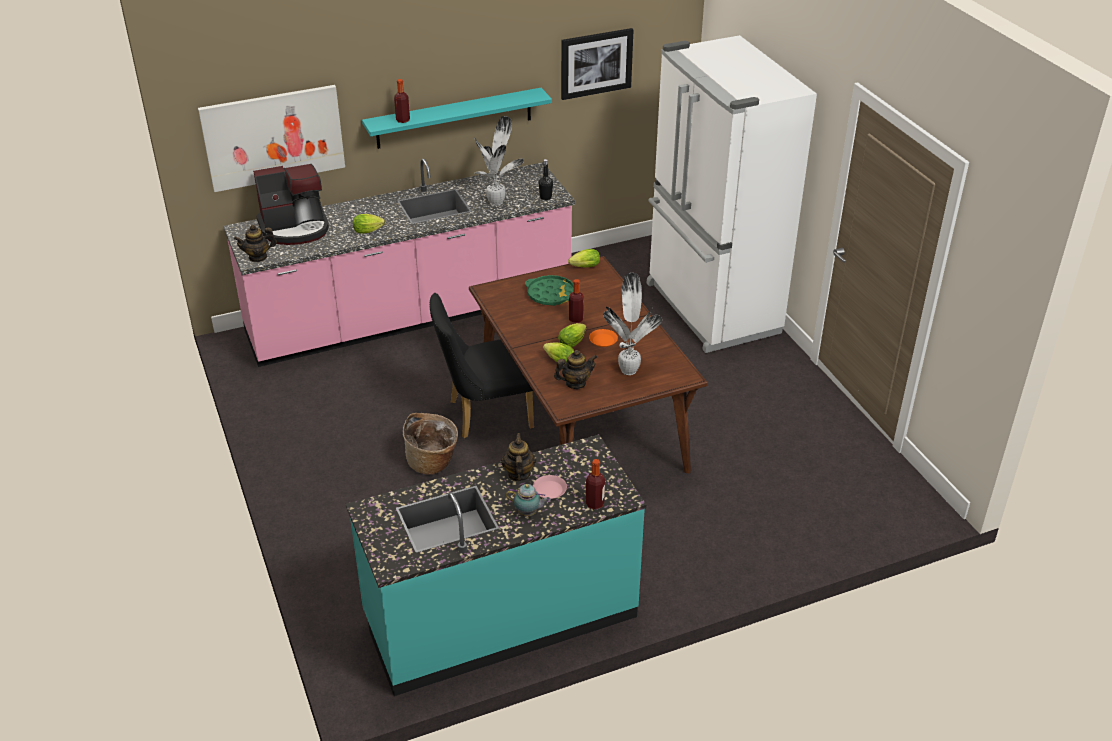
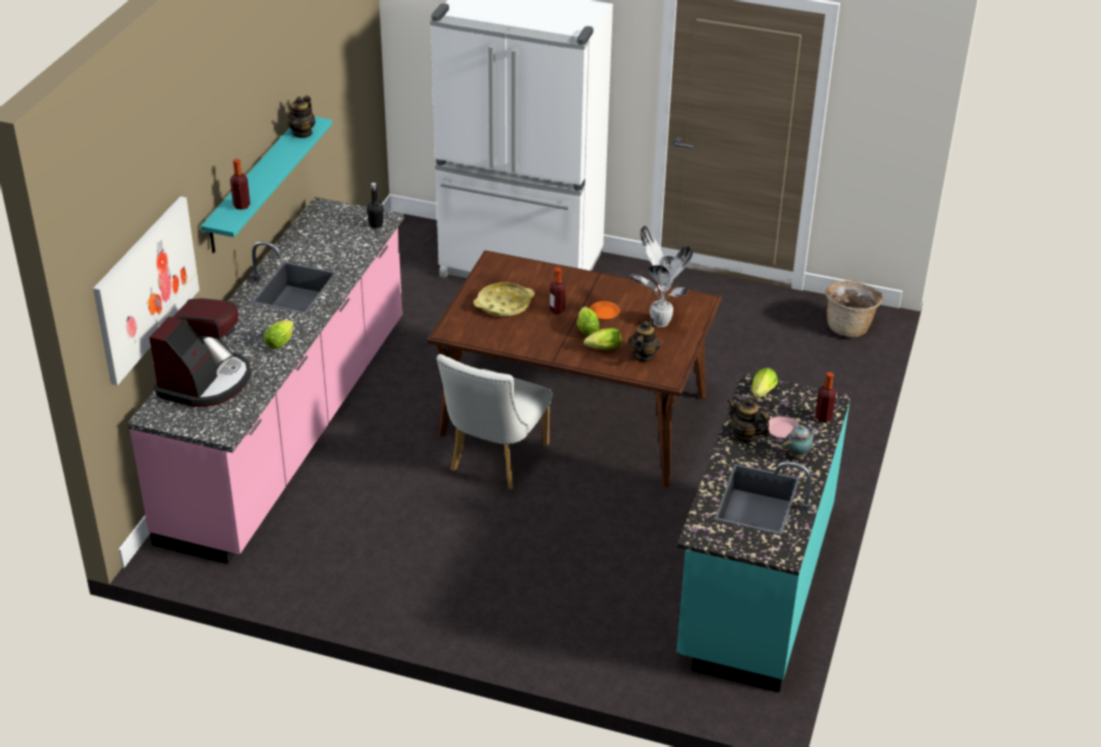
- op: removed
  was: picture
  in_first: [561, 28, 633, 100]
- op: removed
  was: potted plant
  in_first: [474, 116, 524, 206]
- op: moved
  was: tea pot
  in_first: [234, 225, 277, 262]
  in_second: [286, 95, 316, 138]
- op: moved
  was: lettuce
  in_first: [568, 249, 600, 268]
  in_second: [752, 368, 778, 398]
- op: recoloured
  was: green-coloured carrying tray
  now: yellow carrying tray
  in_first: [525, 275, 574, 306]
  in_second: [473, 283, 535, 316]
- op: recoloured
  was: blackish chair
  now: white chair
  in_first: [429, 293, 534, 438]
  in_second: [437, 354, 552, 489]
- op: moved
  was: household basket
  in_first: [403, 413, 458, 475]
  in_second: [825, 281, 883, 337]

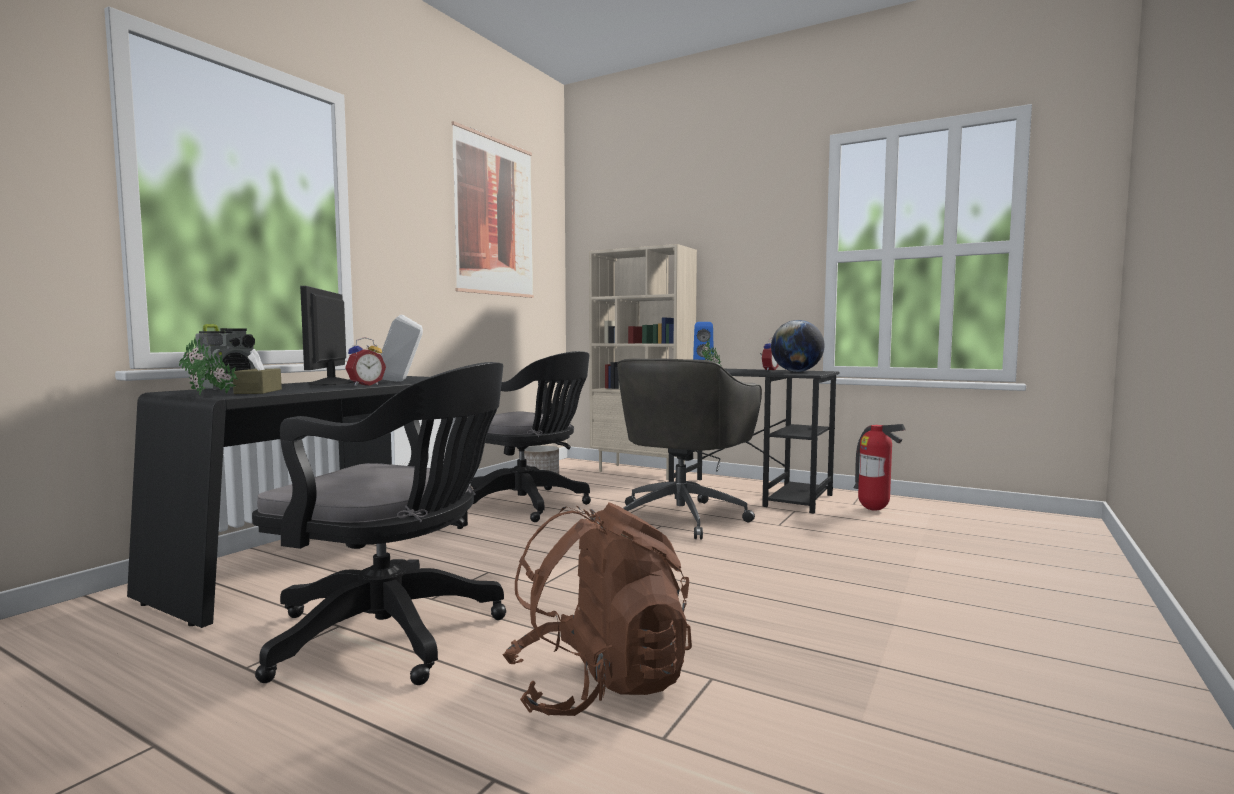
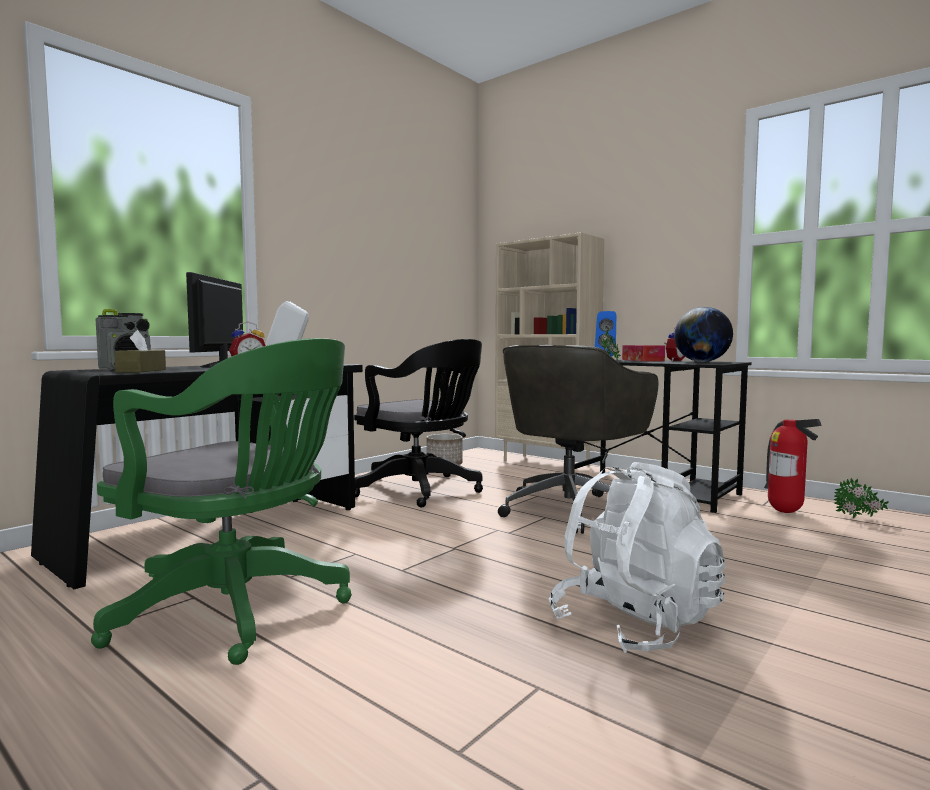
- op: removed
  was: picture
  in_first: [452, 121, 534, 298]
- op: moved
  was: potted plant
  in_first: [179, 337, 238, 395]
  in_second: [834, 478, 889, 518]
- op: recoloured
  was: blackish office chair
  now: green-coloured office chair
  in_first: [252, 362, 506, 685]
  in_second: [91, 338, 352, 665]
- op: removed
  was: brown-coloured rucksack
  in_first: [503, 502, 692, 716]
- op: added
  now: tissue holder
  in_second: [622, 345, 665, 361]
- op: added
  now: white rucksack
  in_second: [549, 462, 726, 653]

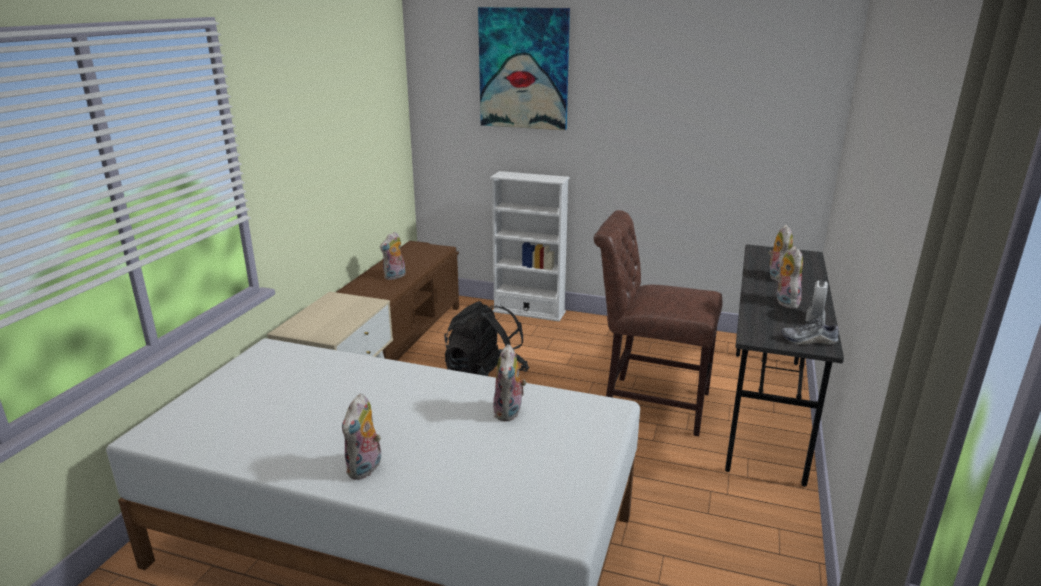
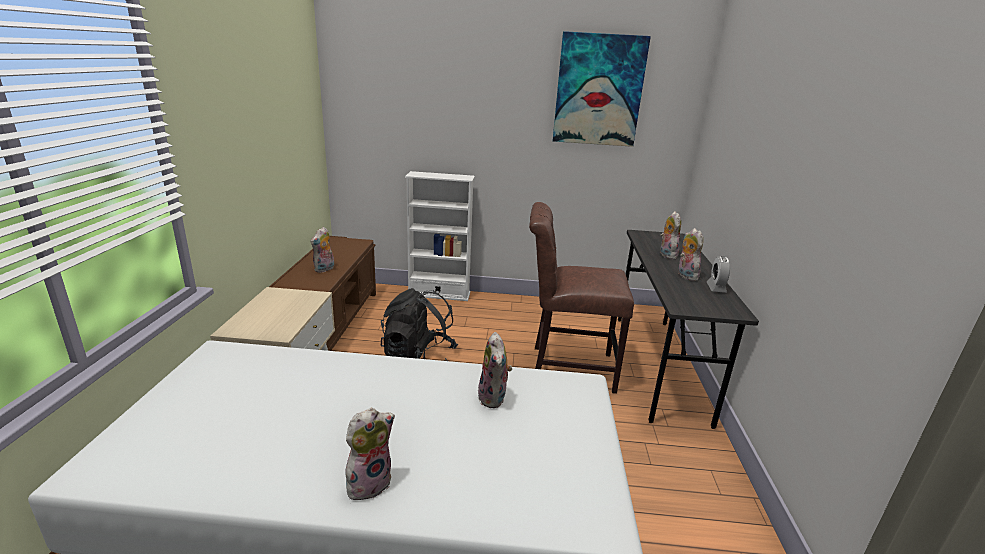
- op: moved
  was: picture
  in_first: [478, 7, 570, 130]
  in_second: [553, 31, 651, 147]
- op: removed
  was: item of footwear
  in_first: [781, 314, 839, 345]
- op: turned
  was: cuddly toy
  in_first: [342, 393, 381, 480]
  in_second: [345, 408, 395, 503]
  clockwise: -135

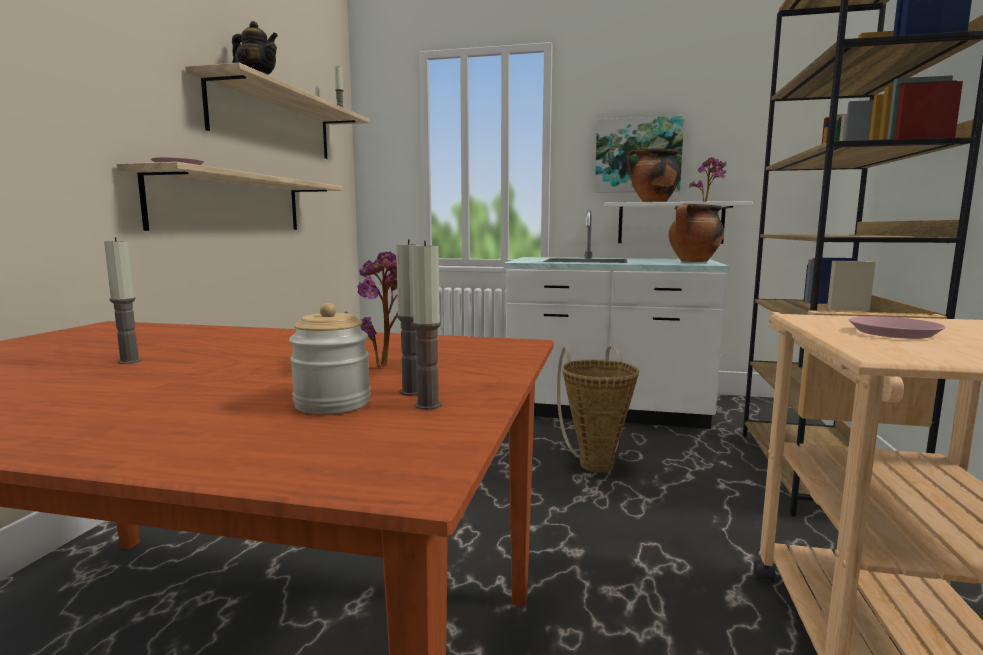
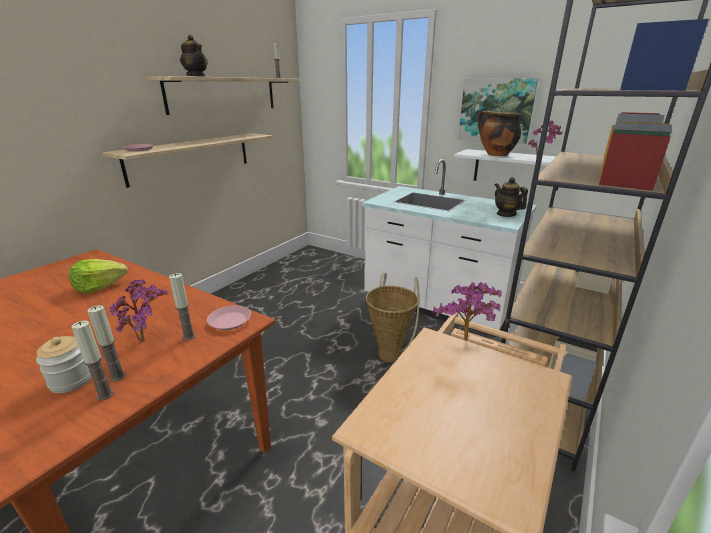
- op: replaced
  was: saucepot
  now: tea pot
  in_first: [669, 204, 724, 262]
  in_second: [495, 177, 528, 217]
- op: moved
  was: candle
  in_first: [104, 237, 142, 364]
  in_second: [169, 273, 195, 340]
- op: moved
  was: pinkish flat dish
  in_first: [849, 316, 946, 339]
  in_second: [207, 305, 251, 330]
- op: added
  now: lettuce
  in_second: [68, 259, 128, 293]
- op: added
  now: potted plant
  in_second: [433, 282, 502, 340]

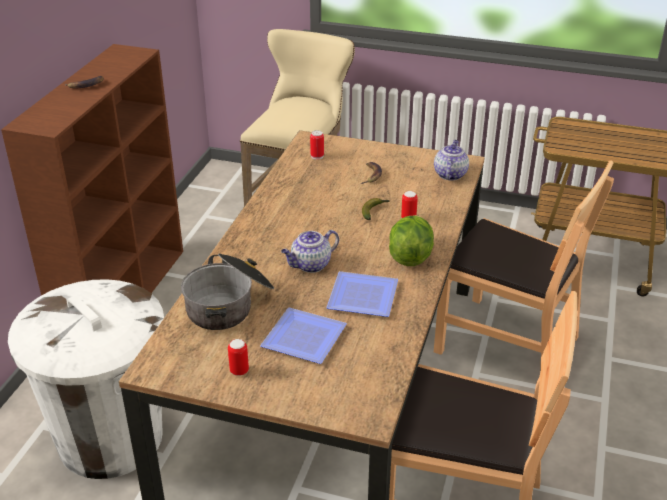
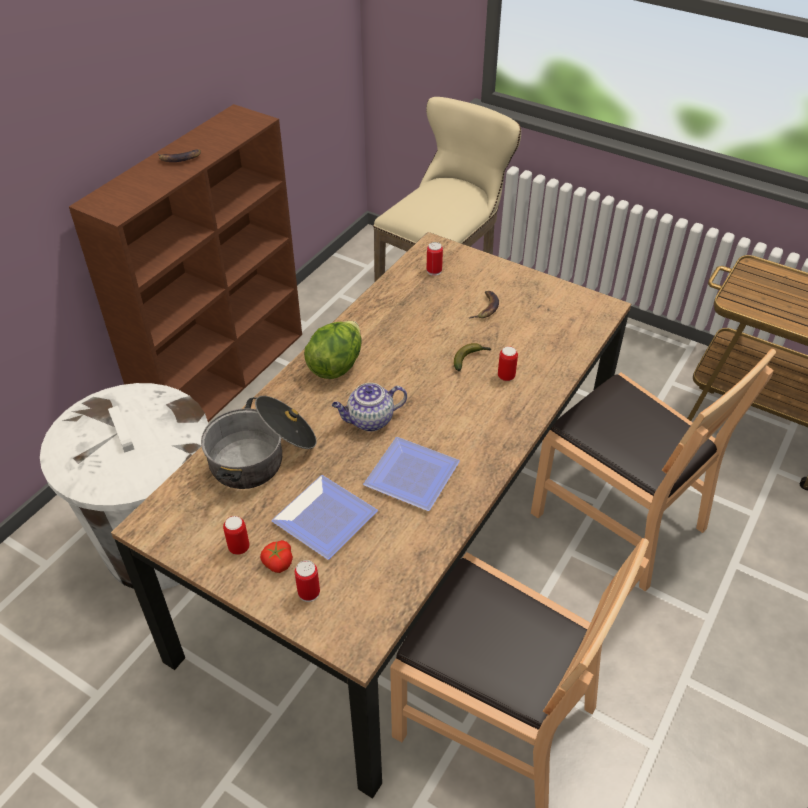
- op: removed
  was: tea pot
  in_first: [434, 140, 469, 181]
- op: moved
  was: lettuce
  in_first: [389, 215, 434, 266]
  in_second: [304, 321, 362, 379]
- op: added
  now: whole tomato
  in_second: [260, 540, 293, 573]
- op: added
  now: sealed can
  in_second: [295, 560, 320, 602]

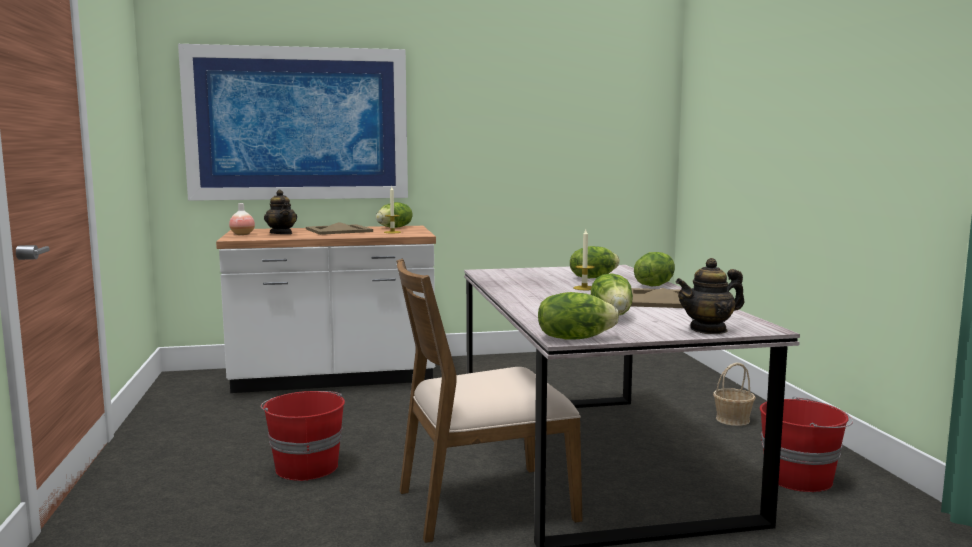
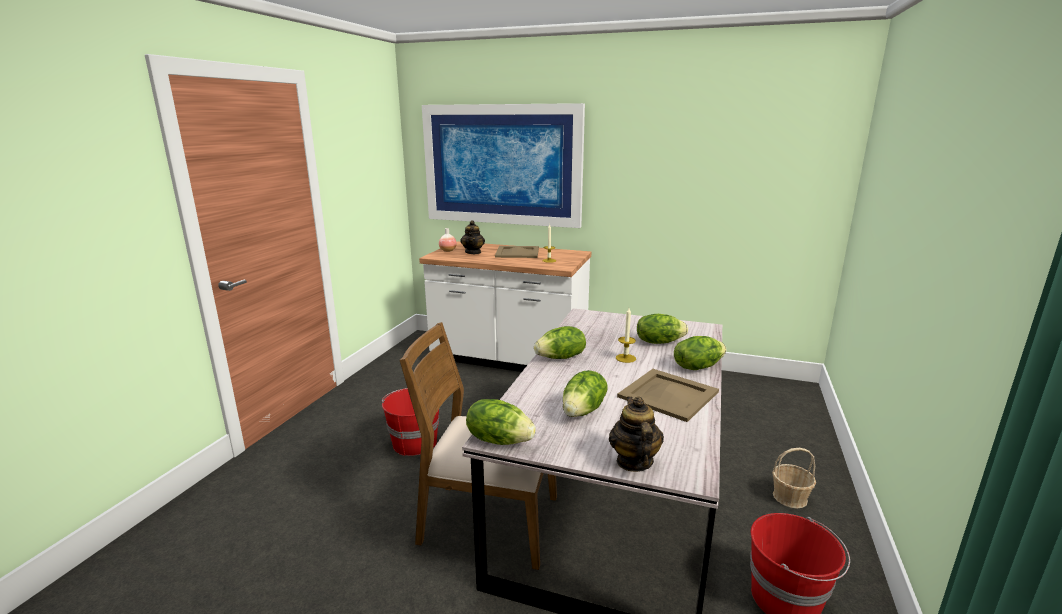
- op: moved
  was: lettuce
  in_first: [376, 202, 412, 228]
  in_second: [534, 326, 586, 359]
- op: turned
  was: tea pot
  in_first: [676, 258, 744, 334]
  in_second: [609, 396, 664, 472]
  clockwise: 75

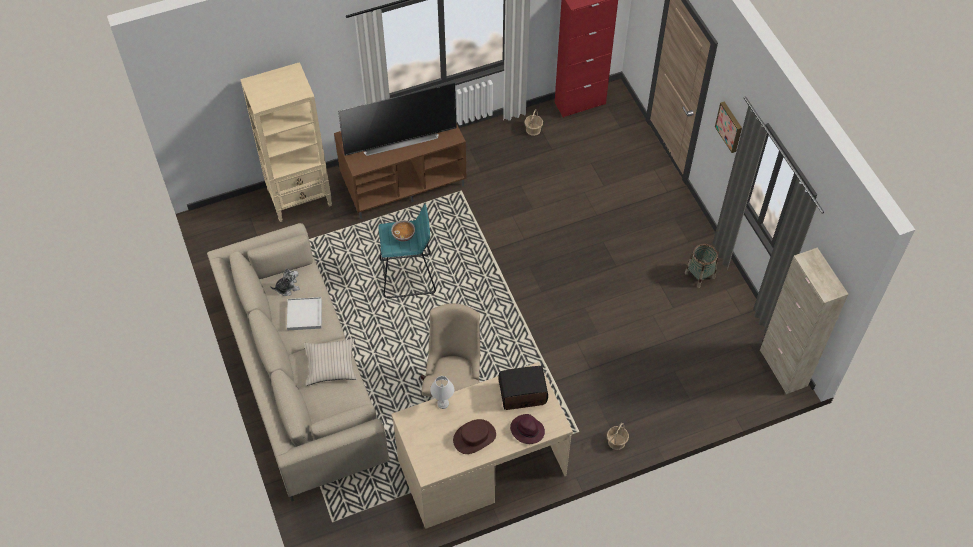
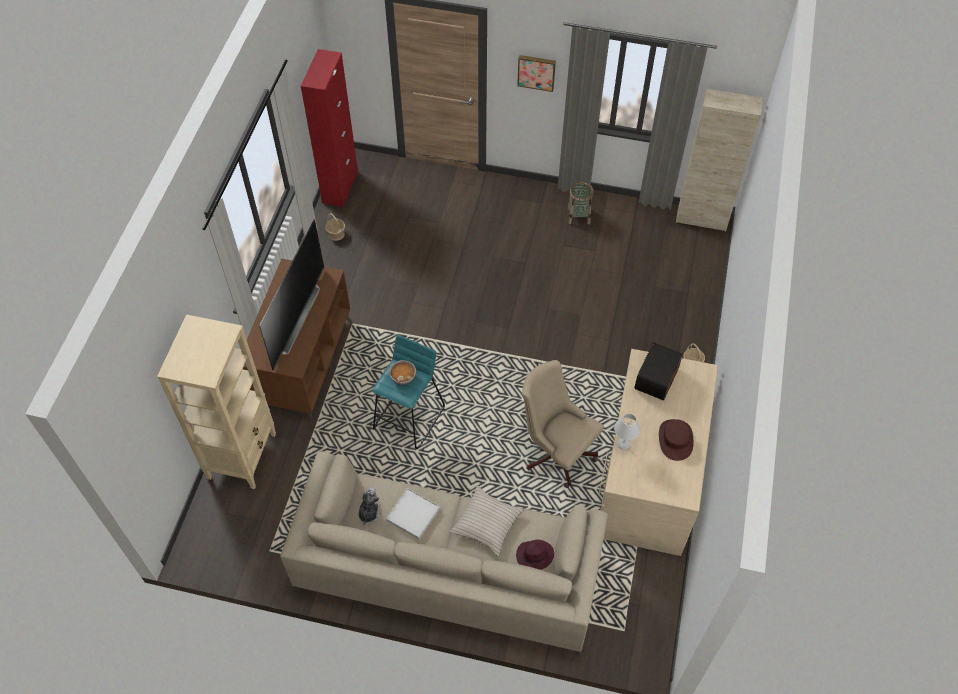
- op: moved
  was: purple-coloured hat
  in_first: [510, 414, 545, 444]
  in_second: [516, 540, 554, 570]

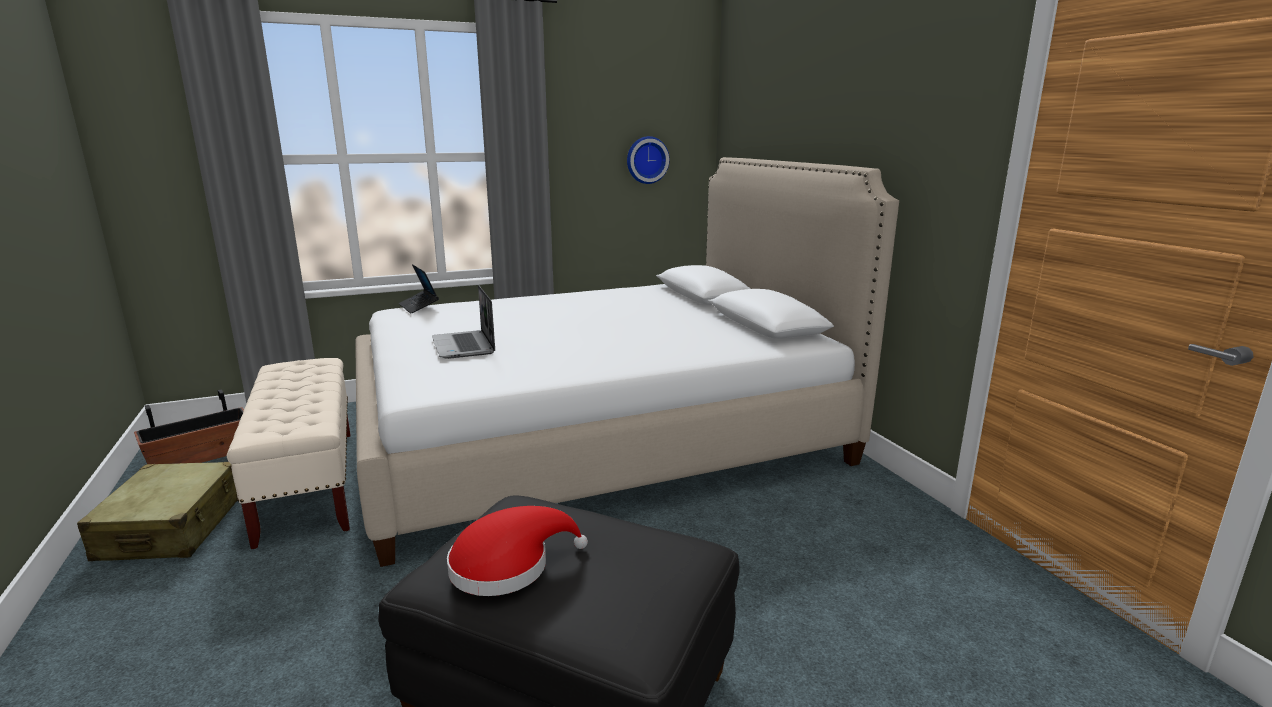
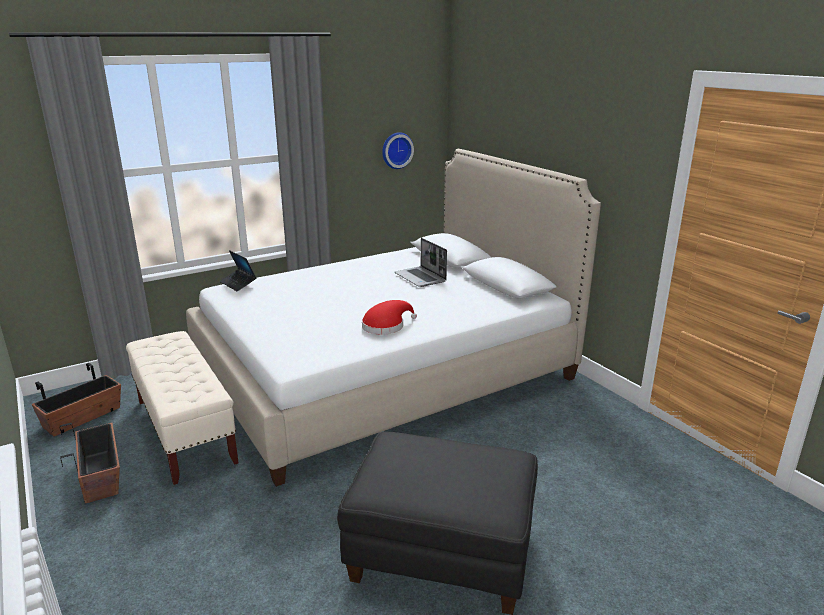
- op: moved
  was: portable computer
  in_first: [432, 285, 495, 359]
  in_second: [395, 238, 447, 287]
- op: replaced
  was: beige-coloured suitcase
  now: flower pot
  in_first: [77, 462, 238, 561]
  in_second: [60, 423, 120, 503]
- op: moved
  was: red hat
  in_first: [447, 506, 588, 596]
  in_second: [362, 300, 417, 335]

